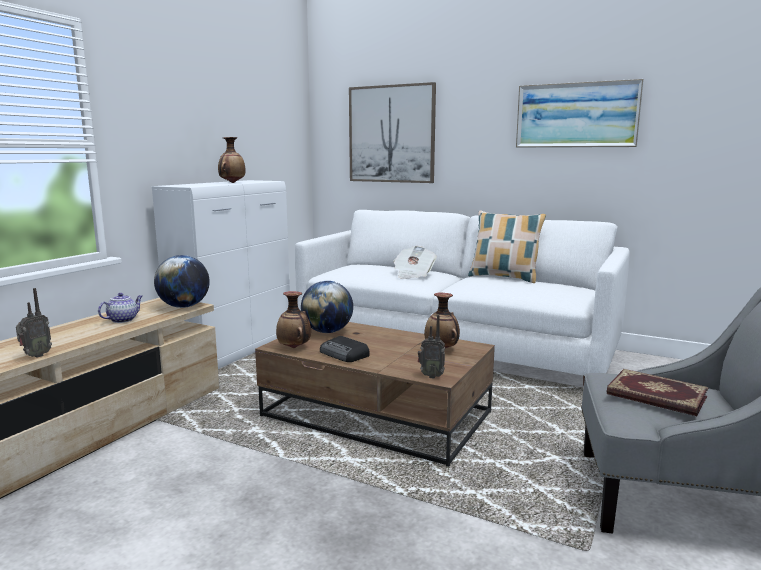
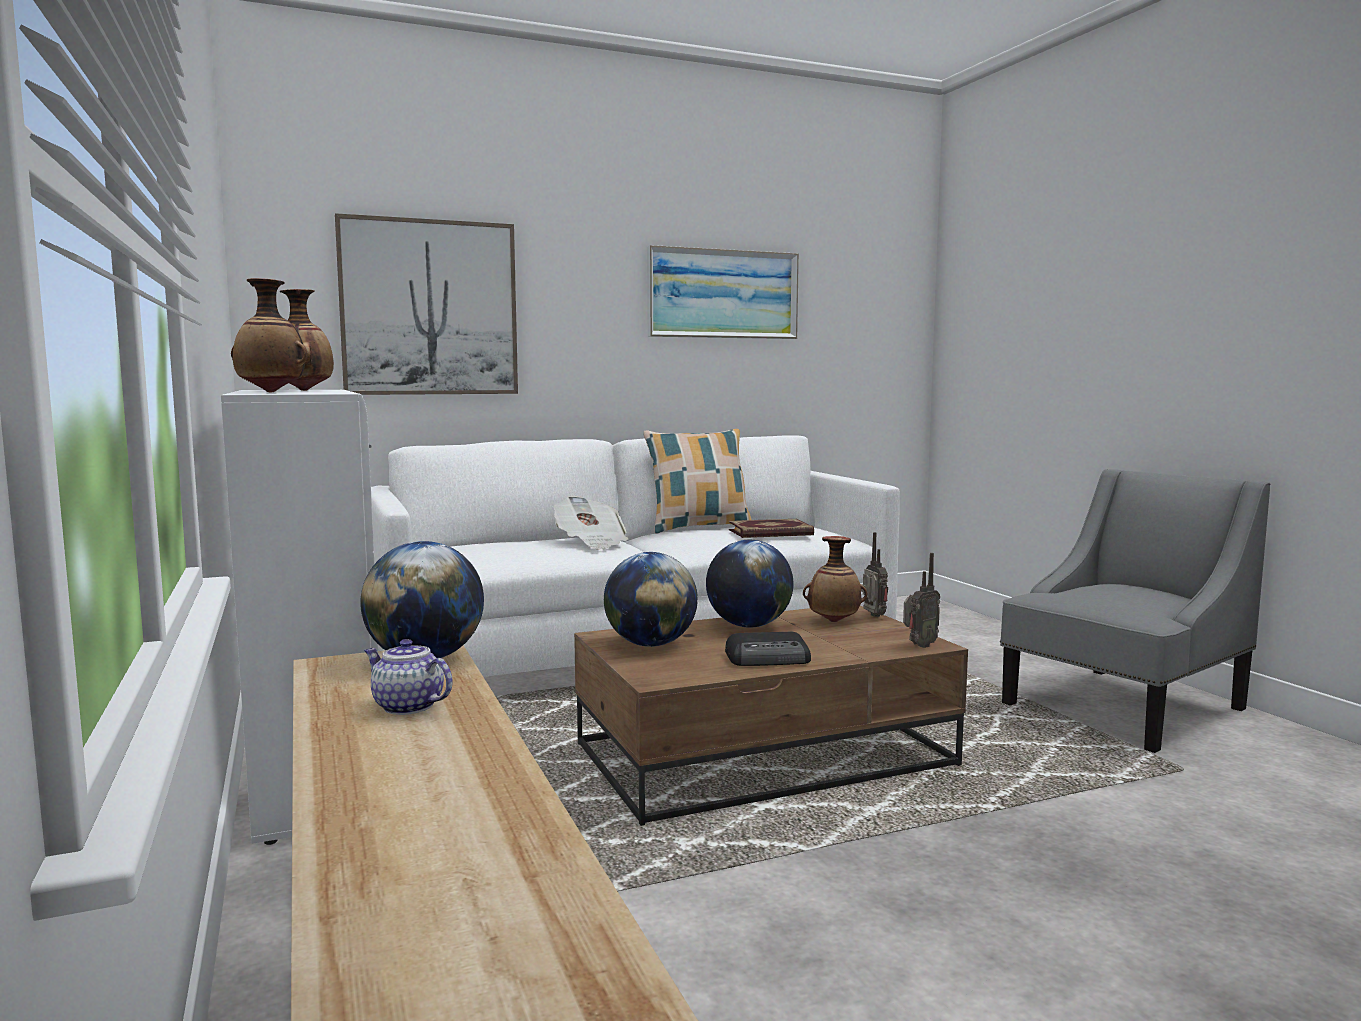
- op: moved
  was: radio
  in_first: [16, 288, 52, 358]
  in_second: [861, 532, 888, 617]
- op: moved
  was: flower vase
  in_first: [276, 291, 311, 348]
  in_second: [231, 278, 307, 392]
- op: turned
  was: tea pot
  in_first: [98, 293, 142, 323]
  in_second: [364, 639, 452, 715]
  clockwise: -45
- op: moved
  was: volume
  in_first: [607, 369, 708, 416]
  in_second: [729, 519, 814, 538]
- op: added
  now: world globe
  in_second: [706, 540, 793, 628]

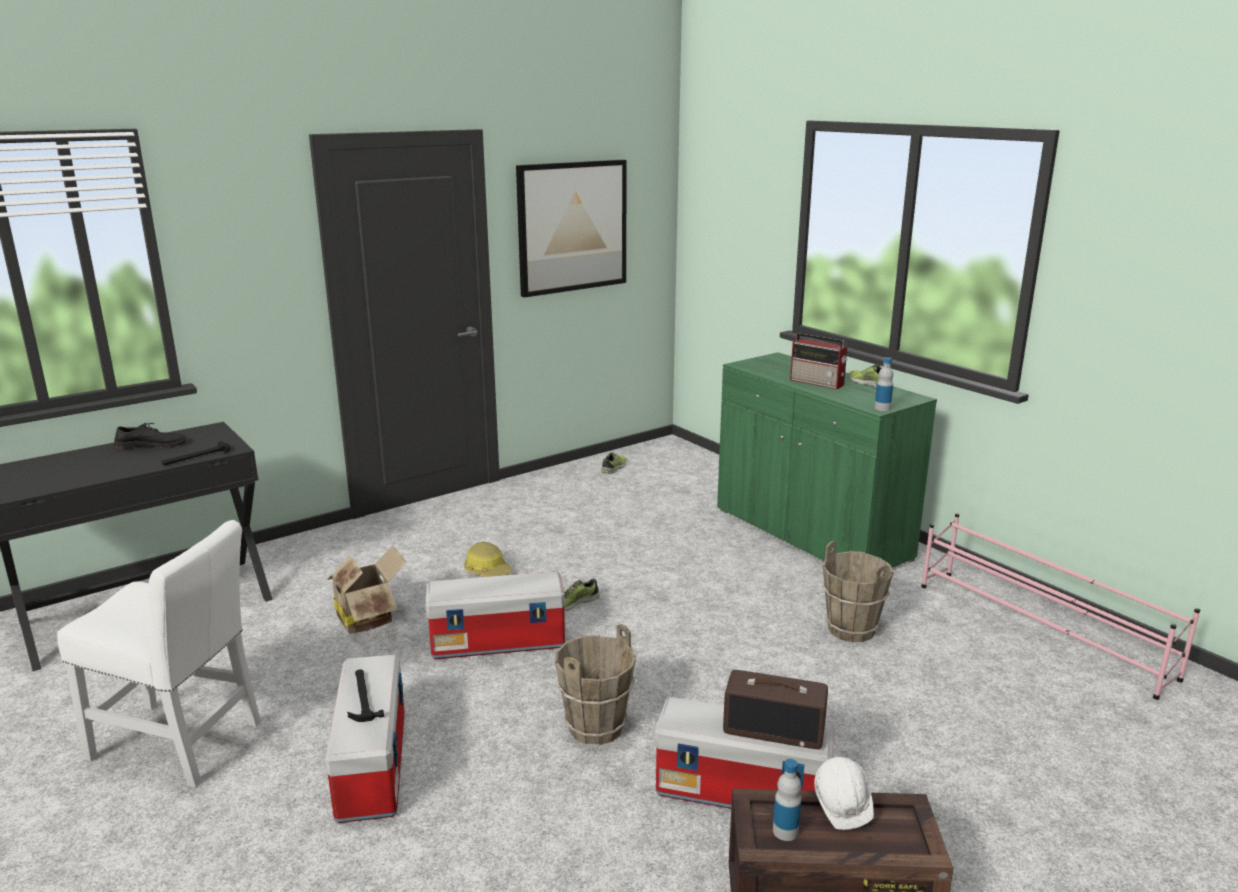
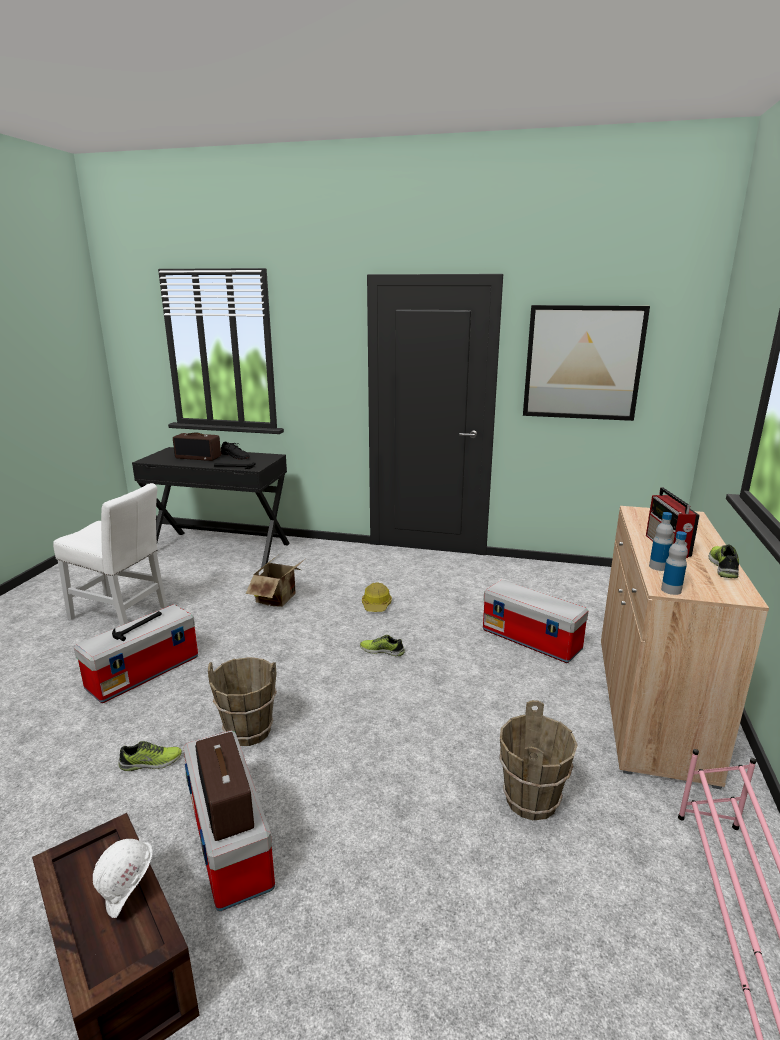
- op: recoloured
  was: green-coloured storage cabinet
  now: beige-coloured storage cabinet
  in_first: [717, 352, 937, 568]
  in_second: [601, 506, 769, 789]
- op: moved
  was: item of footwear
  in_first: [601, 452, 627, 474]
  in_second: [118, 741, 182, 771]
- op: turned
  was: white chair
  in_first: [57, 520, 261, 788]
  in_second: [53, 483, 167, 626]
  clockwise: -45
- op: moved
  was: storage container
  in_first: [426, 571, 565, 659]
  in_second: [483, 580, 588, 663]
- op: moved
  was: drink bottle
  in_first: [773, 759, 801, 841]
  in_second: [649, 512, 673, 571]
- op: added
  now: radio
  in_second: [173, 432, 221, 461]

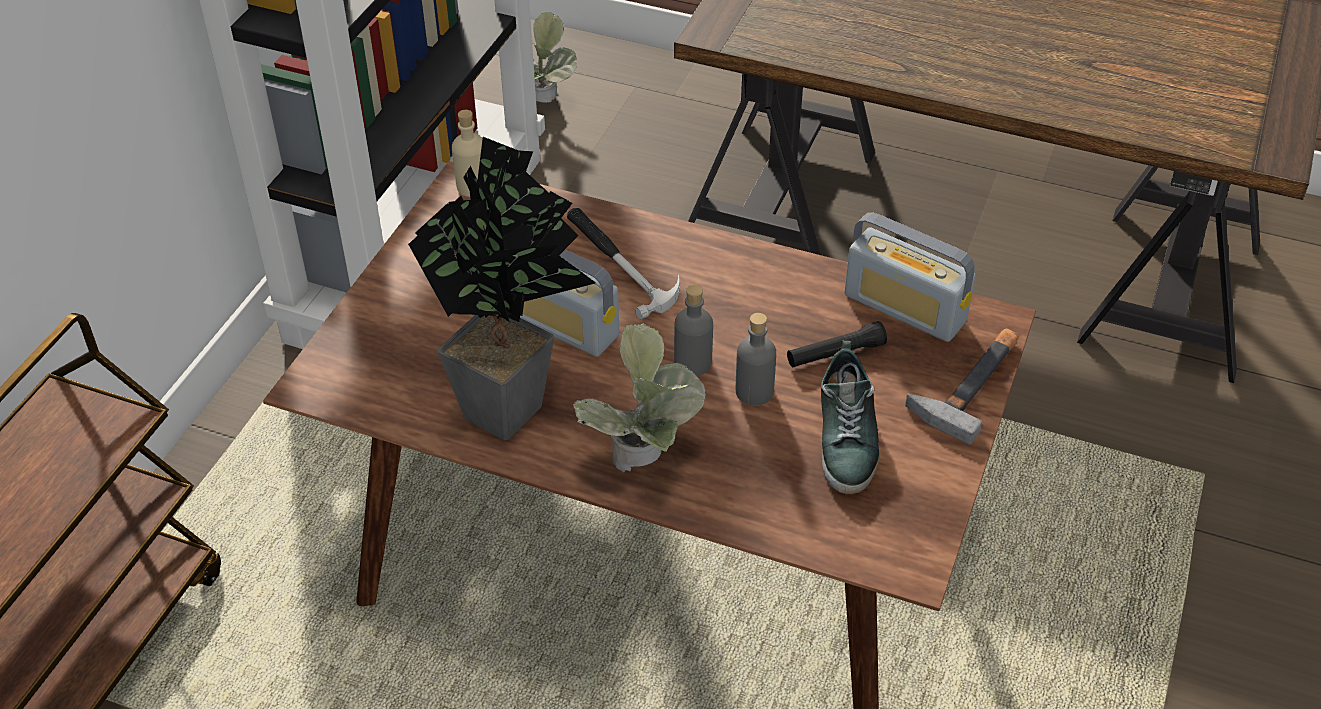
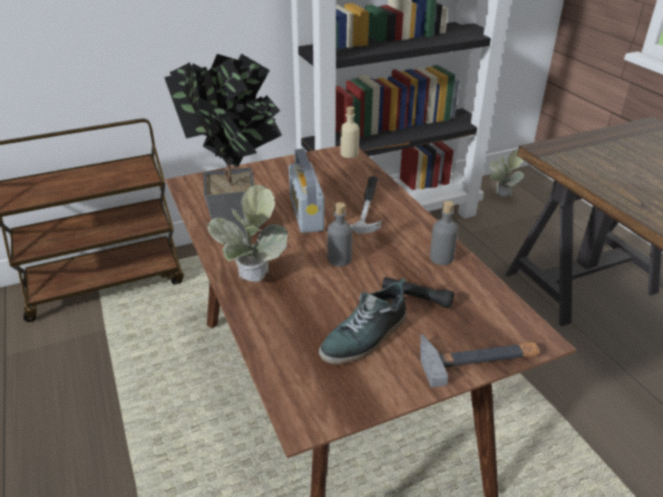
- op: removed
  was: radio
  in_first: [845, 212, 975, 342]
- op: moved
  was: grey drink bottle
  in_first: [736, 313, 776, 406]
  in_second: [430, 201, 458, 265]

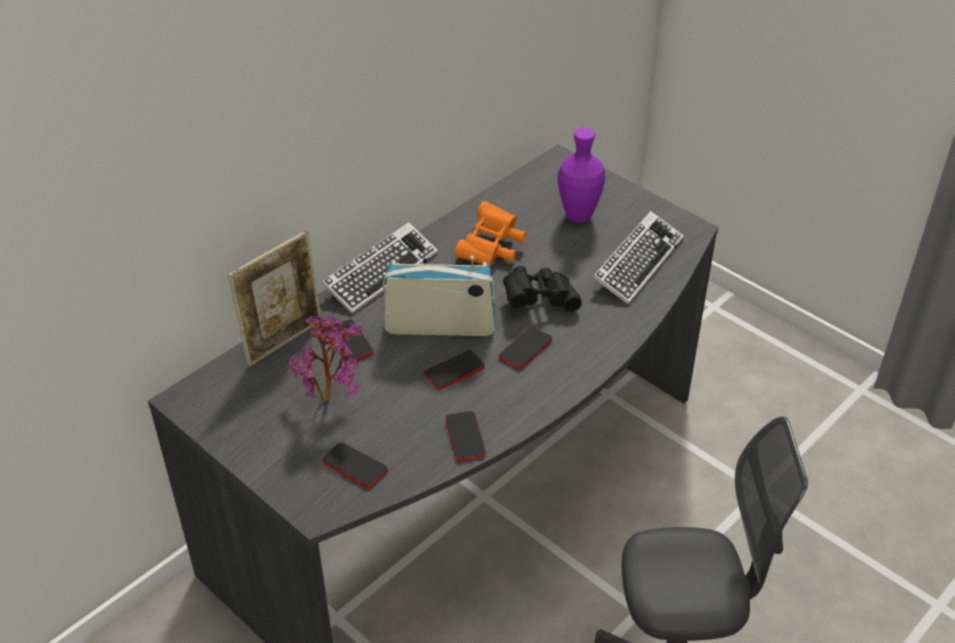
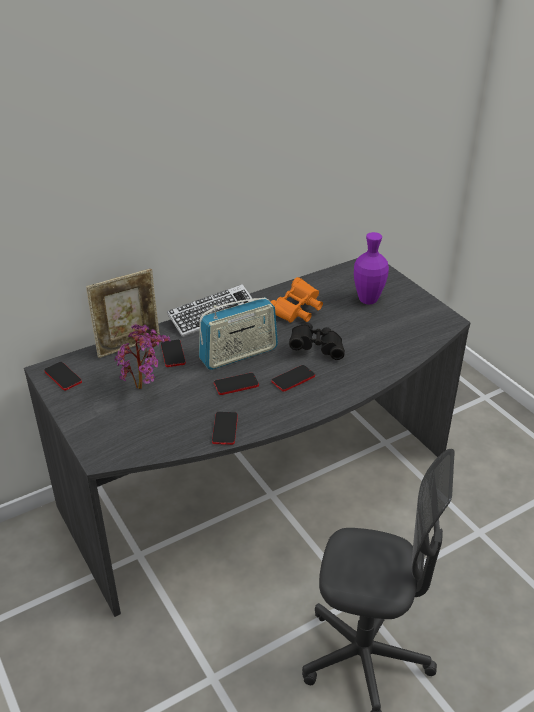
- op: removed
  was: computer keyboard
  in_first: [592, 211, 684, 305]
- op: turned
  was: radio
  in_first: [383, 256, 495, 336]
  in_second: [199, 297, 278, 370]
  clockwise: 135
- op: moved
  was: handset
  in_first: [322, 442, 388, 488]
  in_second: [44, 362, 82, 391]

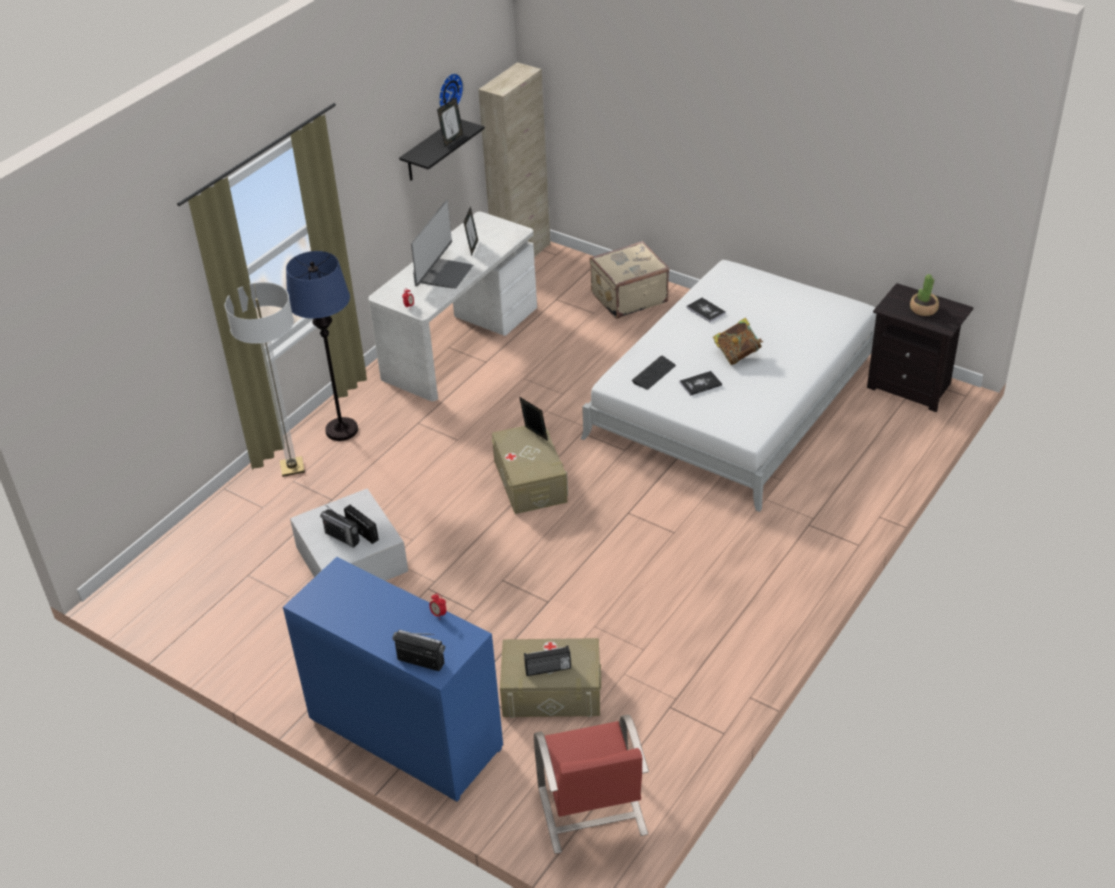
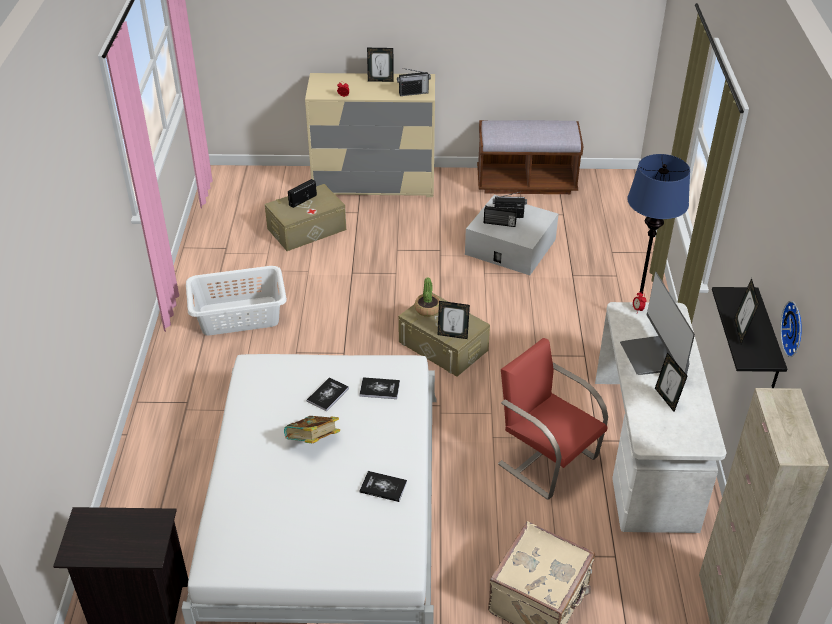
- op: moved
  was: potted plant
  in_first: [910, 274, 939, 316]
  in_second: [415, 278, 440, 317]
- op: removed
  was: standard lamp
  in_first: [225, 282, 305, 477]
- op: replaced
  was: computer keyboard
  now: volume
  in_first: [632, 356, 676, 390]
  in_second: [359, 377, 400, 399]
- op: recoloured
  was: bluish chest of drawers
  now: beige-coloured chest of drawers
  in_first: [283, 557, 503, 802]
  in_second: [305, 73, 435, 197]
- op: moved
  was: radio
  in_first: [393, 630, 445, 671]
  in_second: [397, 68, 431, 96]
- op: moved
  was: red chair
  in_first: [534, 715, 649, 854]
  in_second: [498, 338, 608, 500]
- op: added
  now: photo frame
  in_second: [367, 48, 394, 82]
- op: added
  now: brown-coloured long seat
  in_second: [477, 120, 583, 194]
- op: added
  now: white hamper
  in_second: [186, 266, 287, 335]

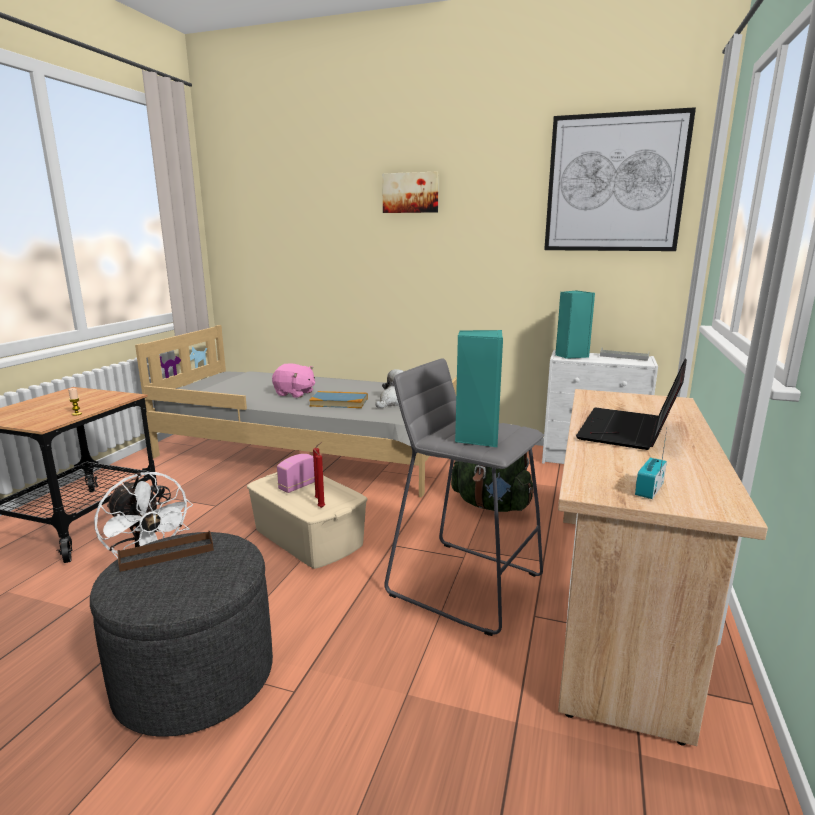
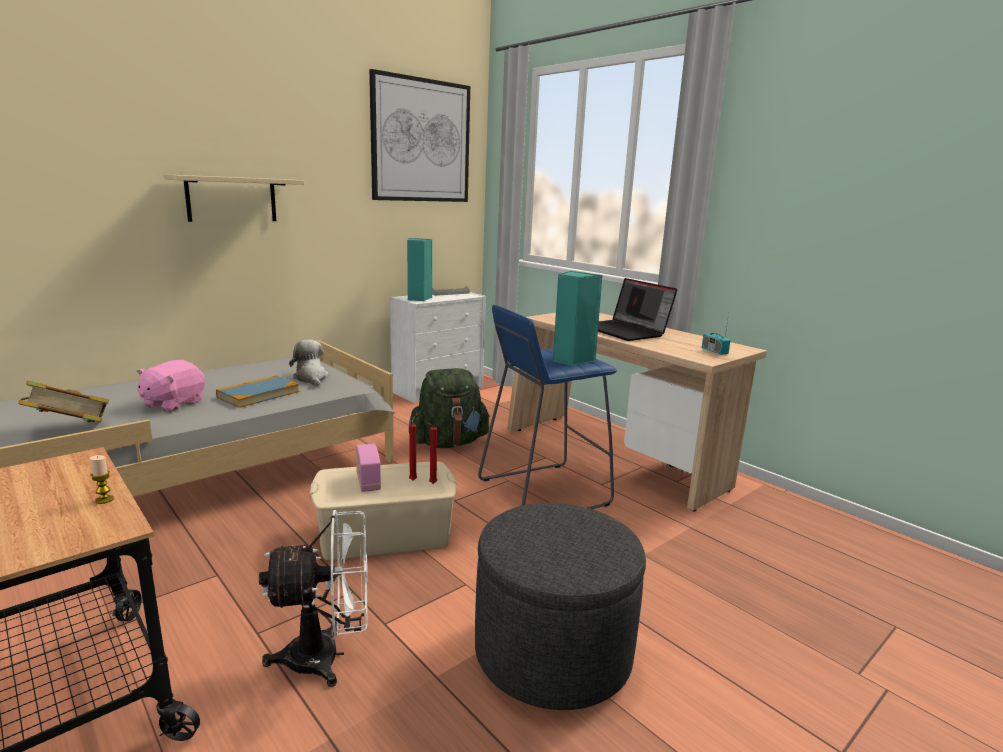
- op: removed
  was: picture
  in_first: [382, 172, 439, 213]
- op: recoloured
  was: grey sitting stool
  now: bluish sitting stool
  in_first: [384, 358, 544, 636]
  in_second: [478, 305, 617, 509]
- op: turned
  was: pinkish cuddly toy
  in_first: [272, 364, 315, 398]
  in_second: [137, 360, 205, 412]
  clockwise: 150
- op: removed
  was: brown-coloured carrying tray
  in_first: [117, 531, 214, 572]
- op: added
  now: beige-coloured bracket shelf
  in_second: [165, 174, 304, 222]
- op: added
  now: volume
  in_second: [18, 380, 109, 422]

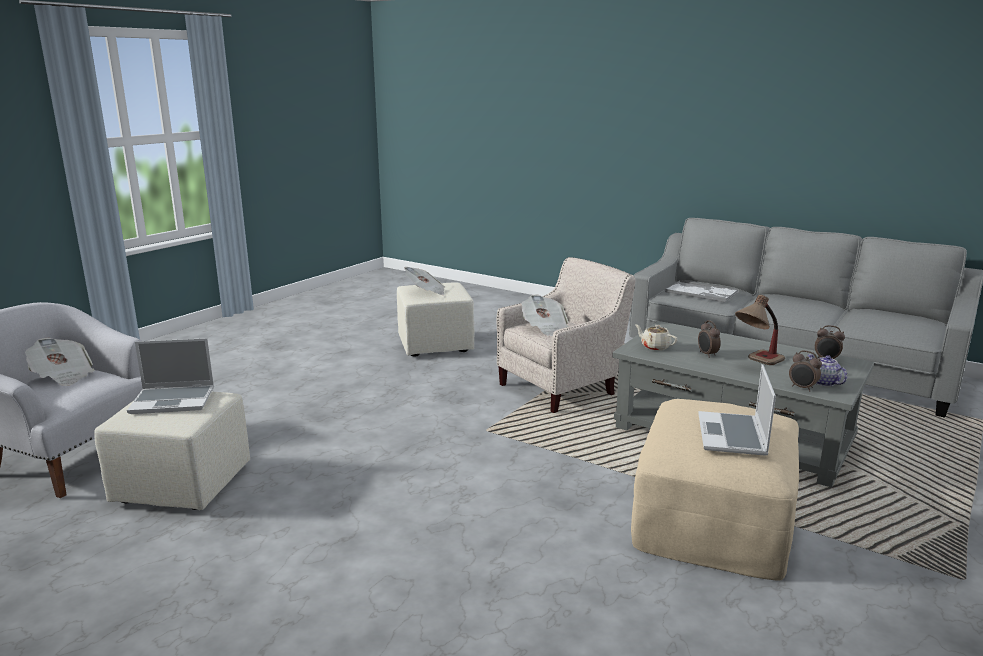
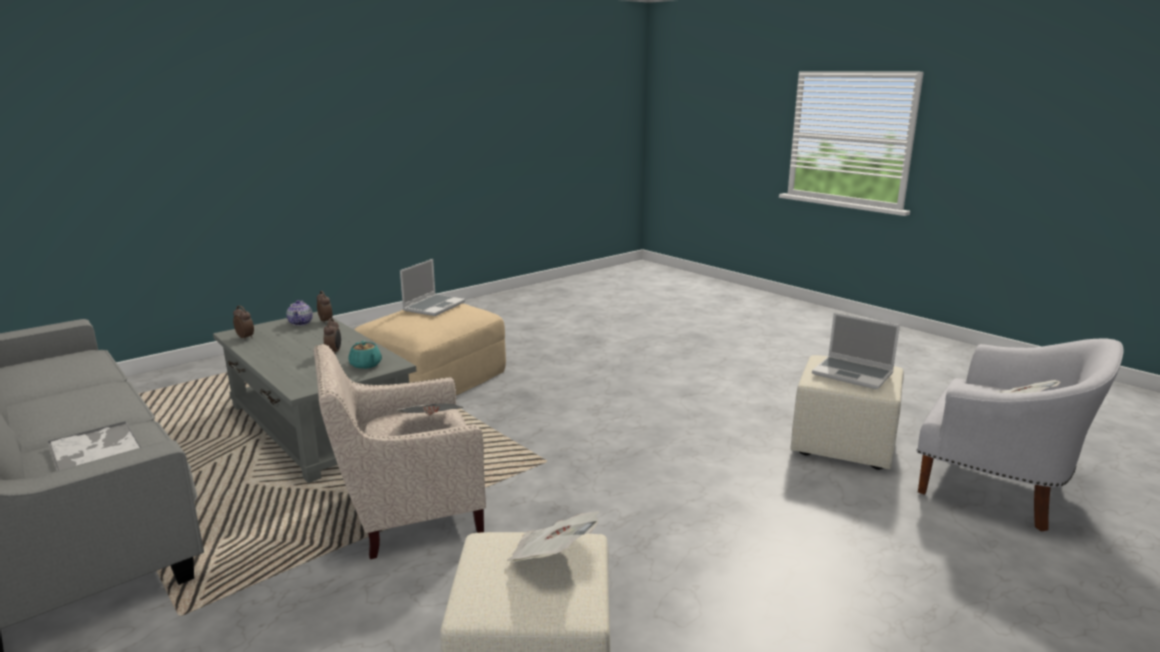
- op: removed
  was: table lamp
  in_first: [735, 295, 785, 365]
- op: recoloured
  was: beige-coloured tea pot
  now: turquoise tea pot
  in_first: [635, 324, 678, 351]
  in_second: [348, 341, 382, 369]
- op: turned
  was: portable computer
  in_first: [127, 338, 214, 414]
  in_second: [812, 313, 900, 389]
  clockwise: -150

